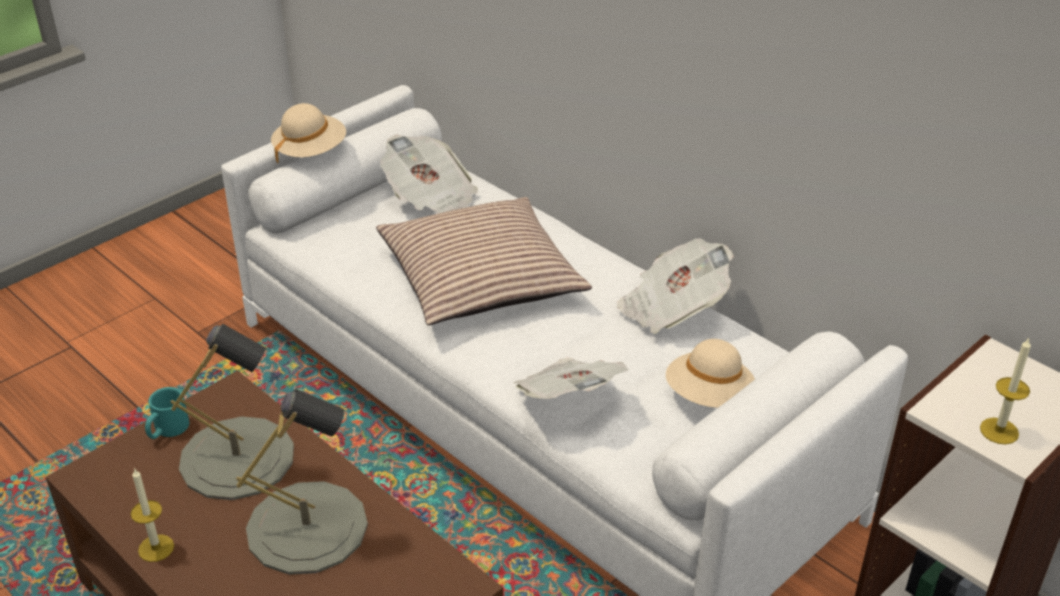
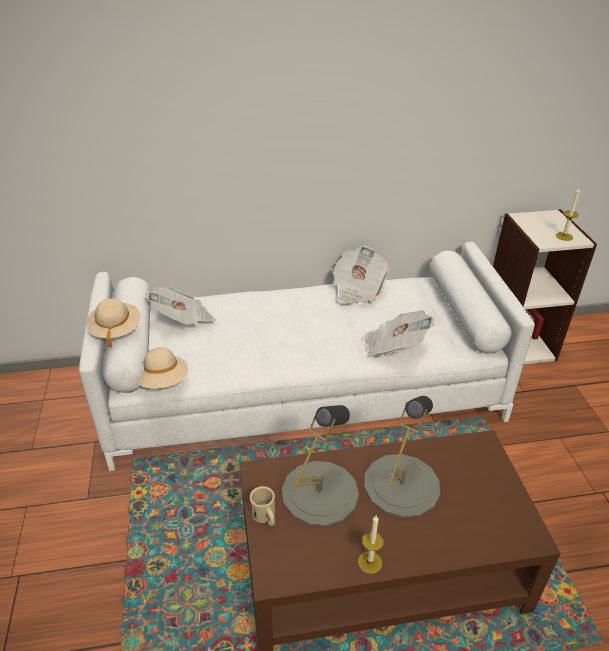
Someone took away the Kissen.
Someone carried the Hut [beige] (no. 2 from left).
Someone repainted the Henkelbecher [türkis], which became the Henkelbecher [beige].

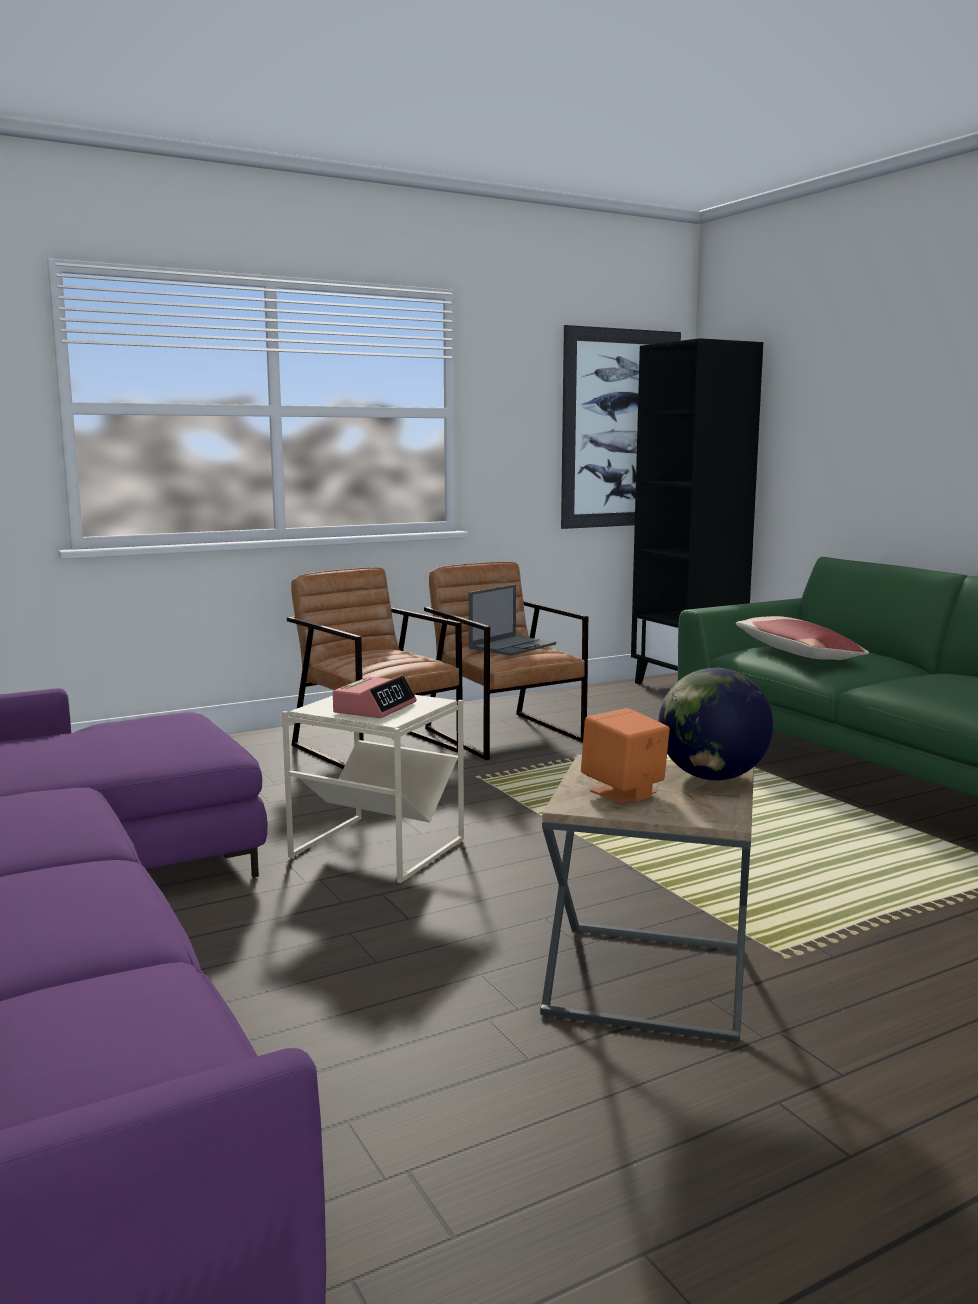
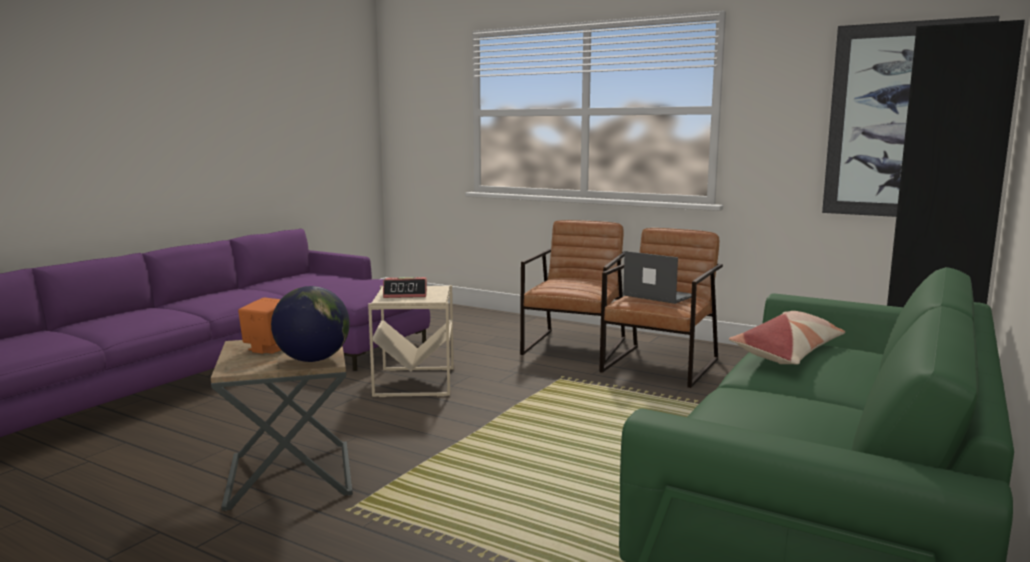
Someone rotated the Laptop by 150 degrees counterclockwise.

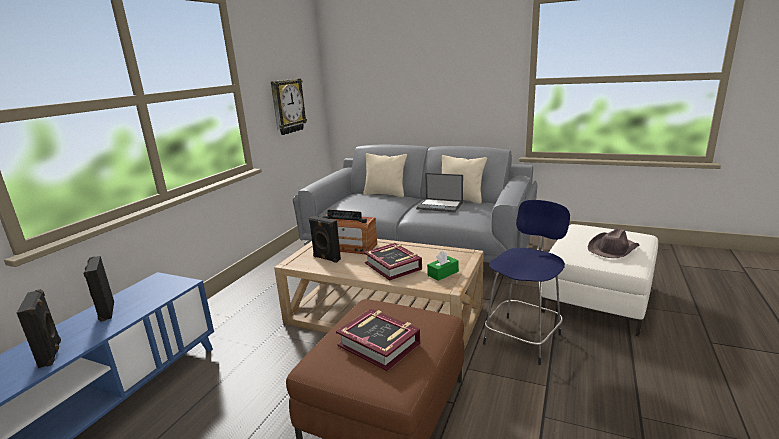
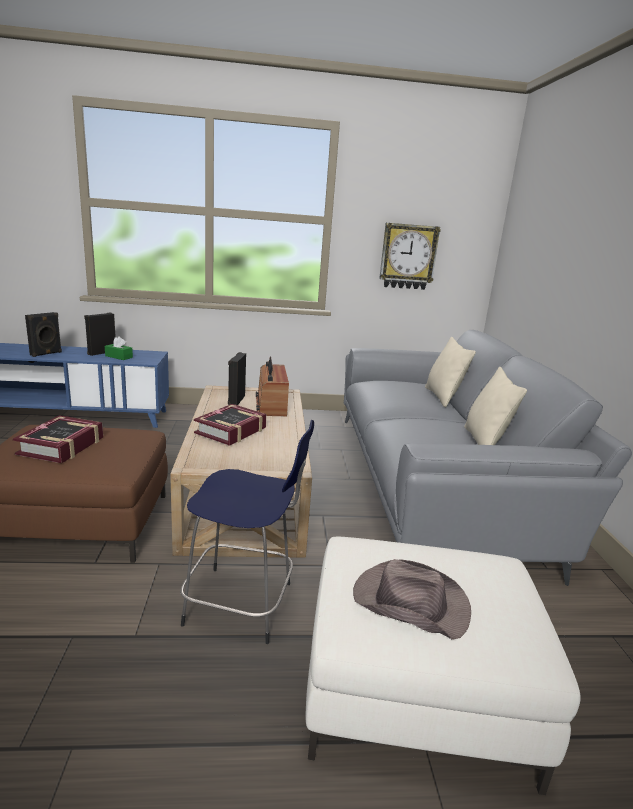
Someone took away the Laptop.
Someone carried the Taschentuchbox [grün].

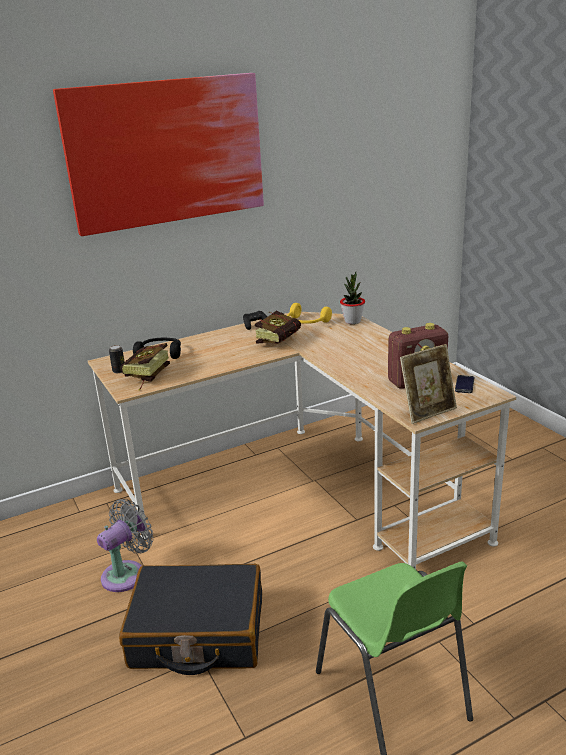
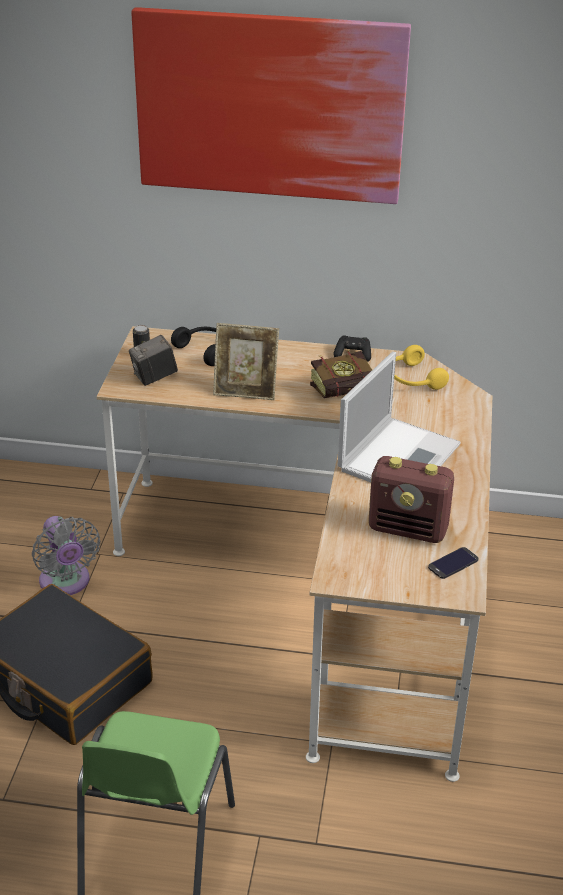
Someone took away the Topfpflanze.
Someone swapped the Buch (no. 1 from left) for the Kamera.
Someone carried the Bilderrahmen.
Someone rotated the Ventilator [grau] by 75 degrees clockwise.
Someone put down the Laptop.

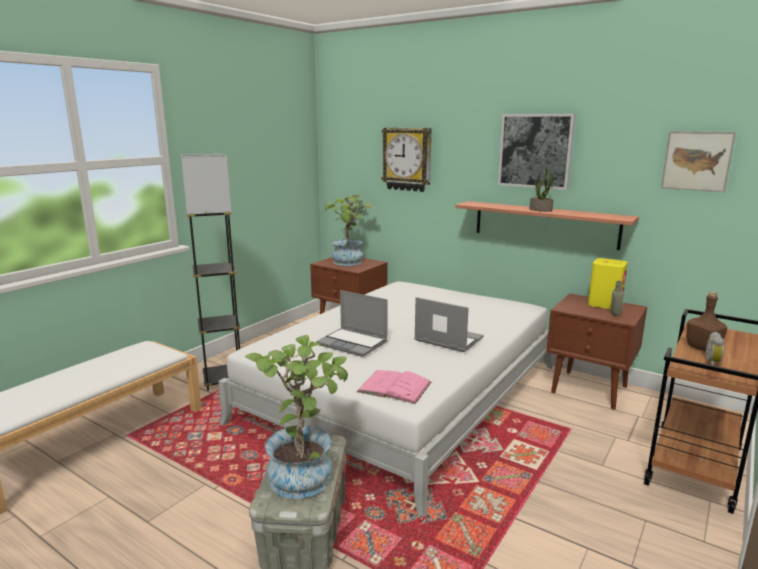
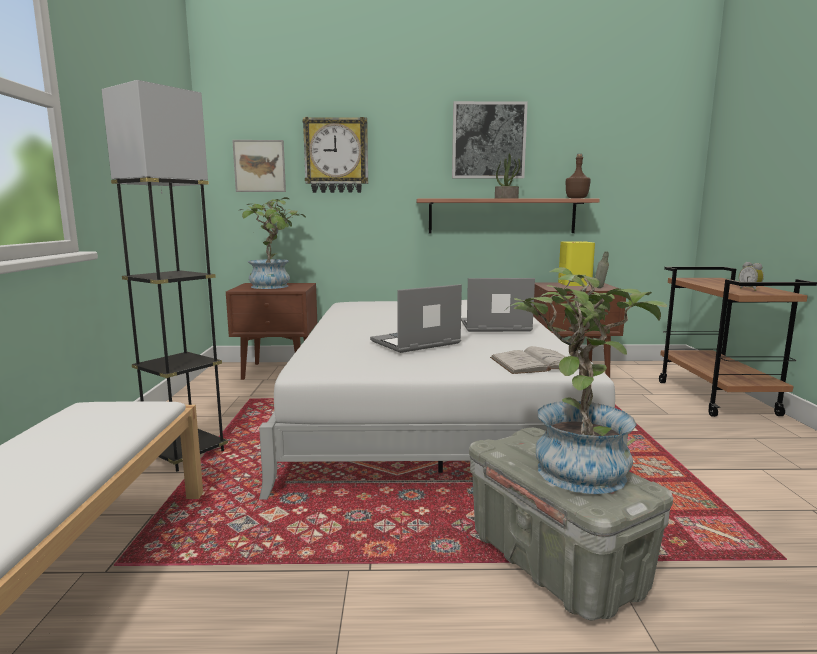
Someone carried the Bild (no. 2 from left in the first image).
Someone rotated the Laptop (no. 1 from left) by 150 degrees clockwise.
Someone carried the Flasche [braun].
Someone repainted the Buch [rosa], which became the Buch [weiß].

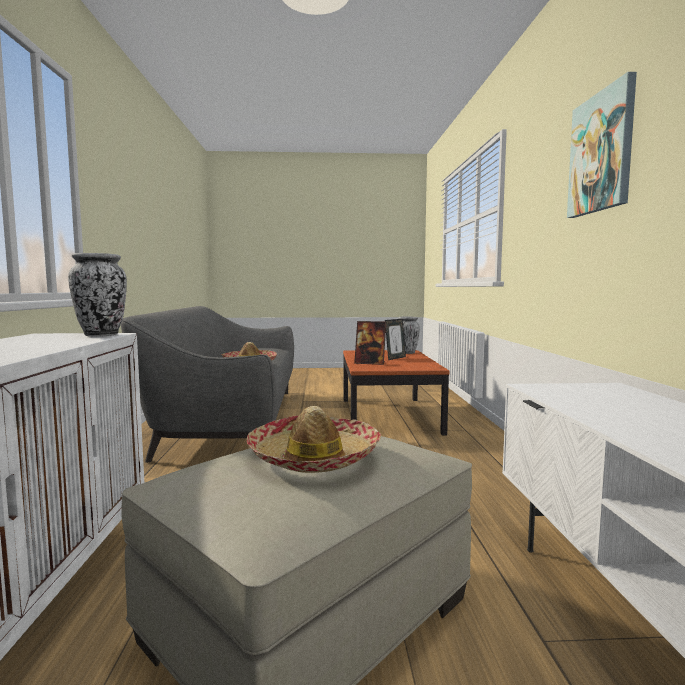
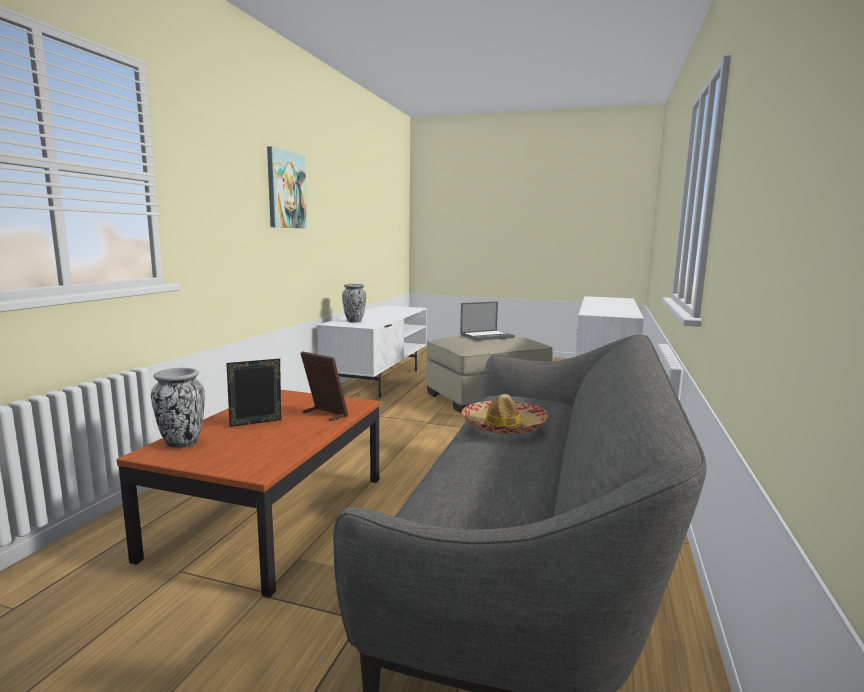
Someone carried the Vase (no. 1 from left in the first image).
Someone swapped the Hut (no. 2 from left) for the Laptop.

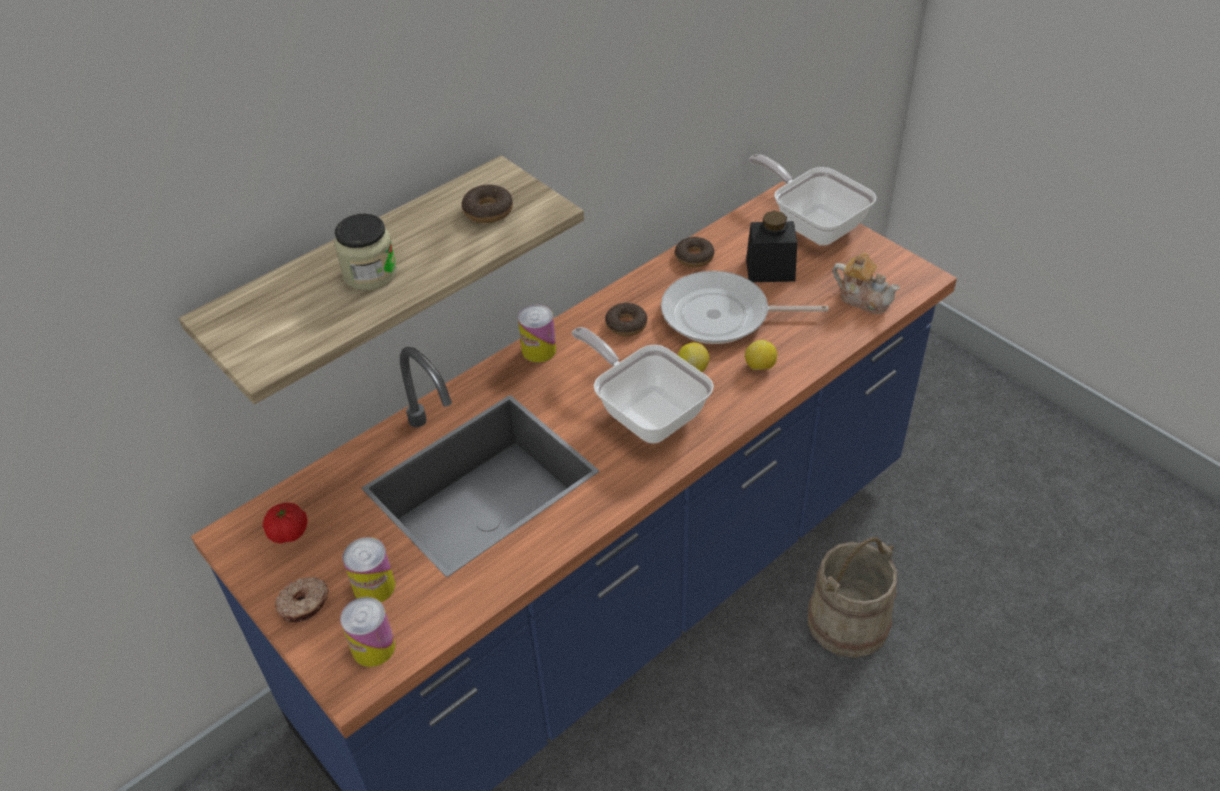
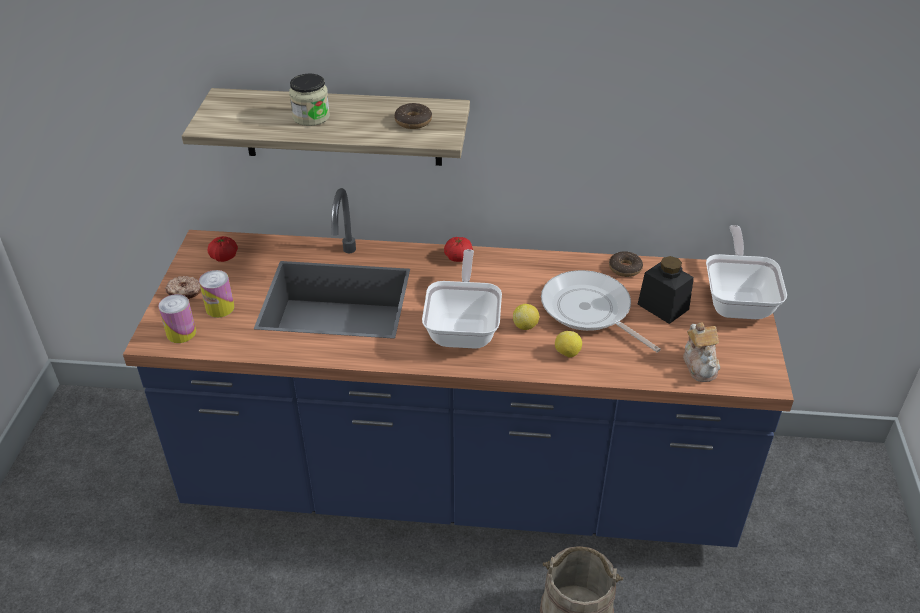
Someone took away the Donut (no. 3 from left).
Someone swapped the Dose (no. 3 from left) for the Tomate (no. 2 from left).

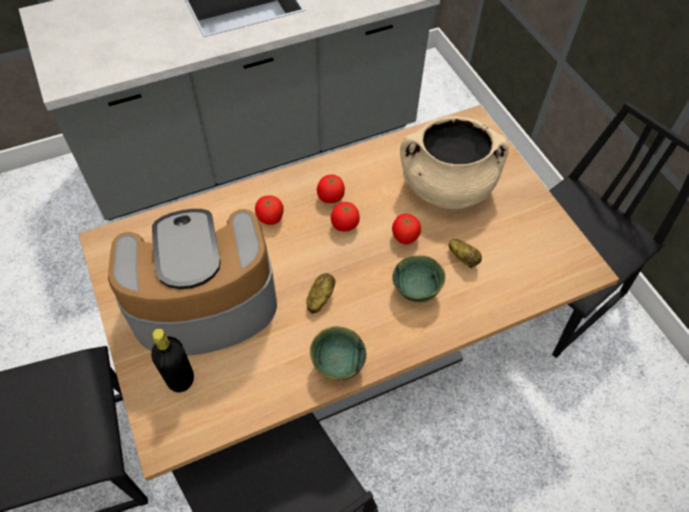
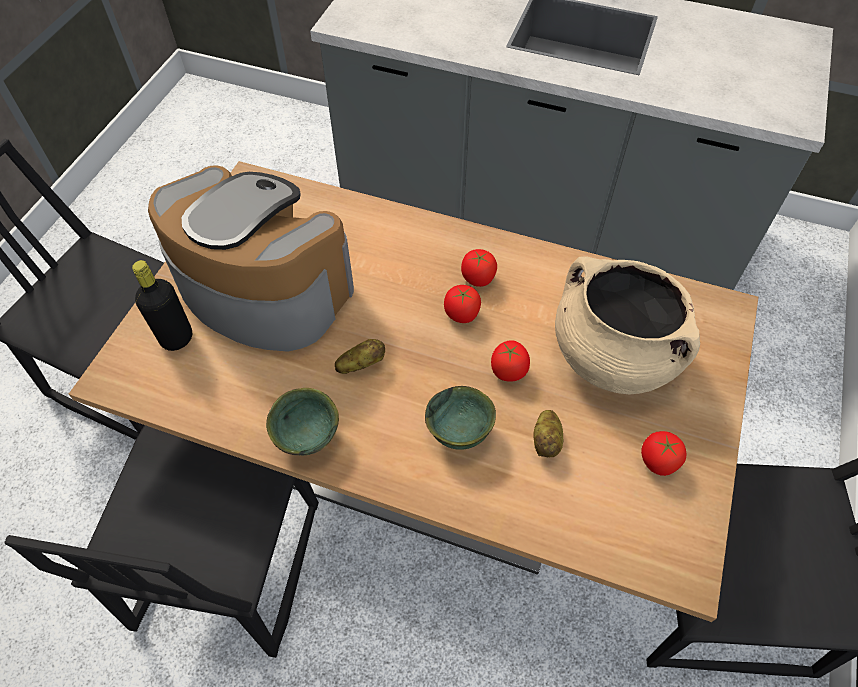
Someone carried the Tomate (no. 1 from left in the first image).

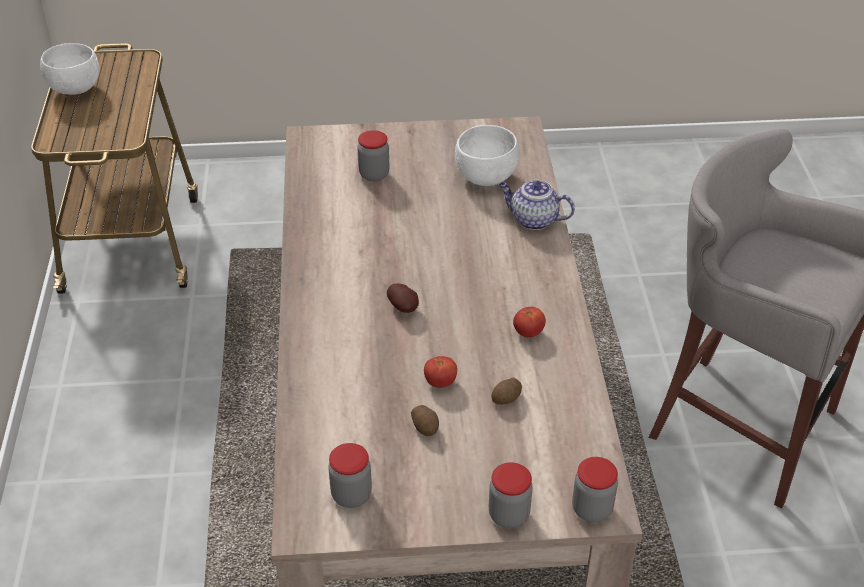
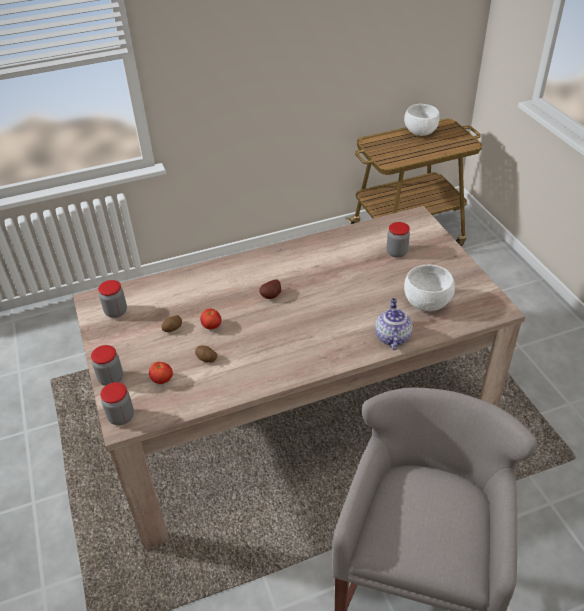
Someone carried the Tomate (no. 2 from left in the first image).

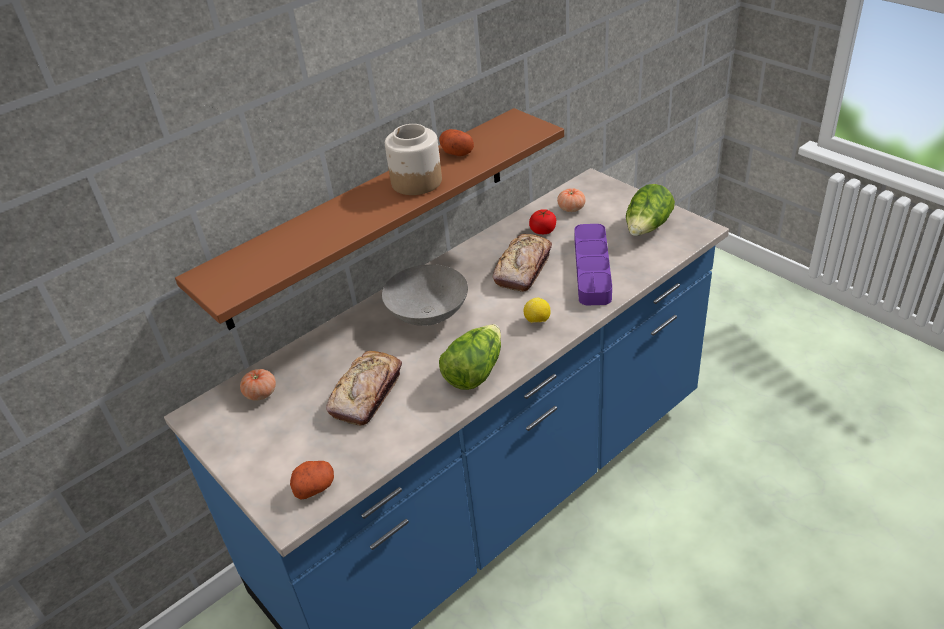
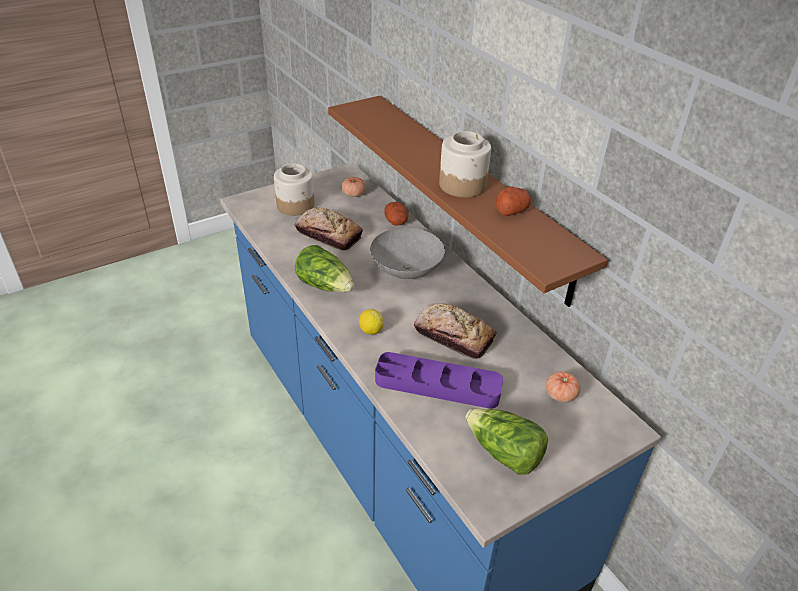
Someone took away the Tomate (no. 2 from left).
Someone carried the Kartoffel (no. 1 from left).
Someone put down the Vorratsglas (no. 1 from left).

